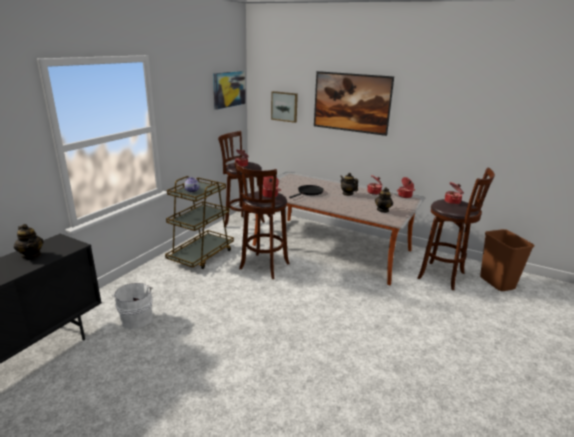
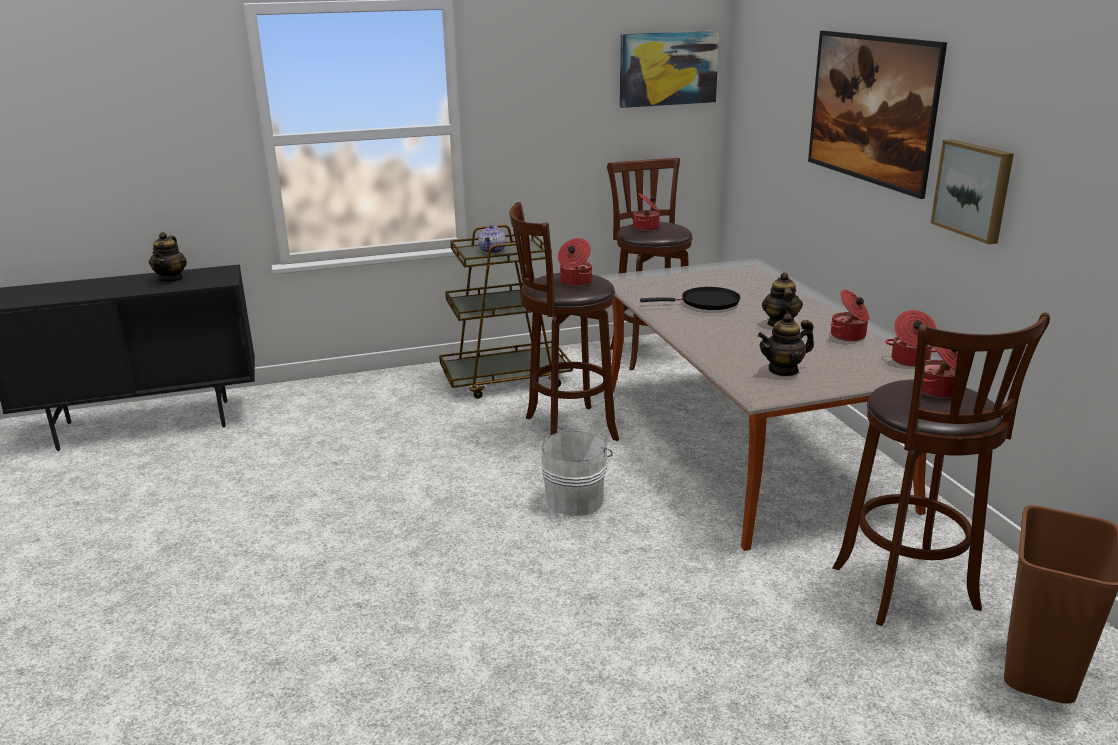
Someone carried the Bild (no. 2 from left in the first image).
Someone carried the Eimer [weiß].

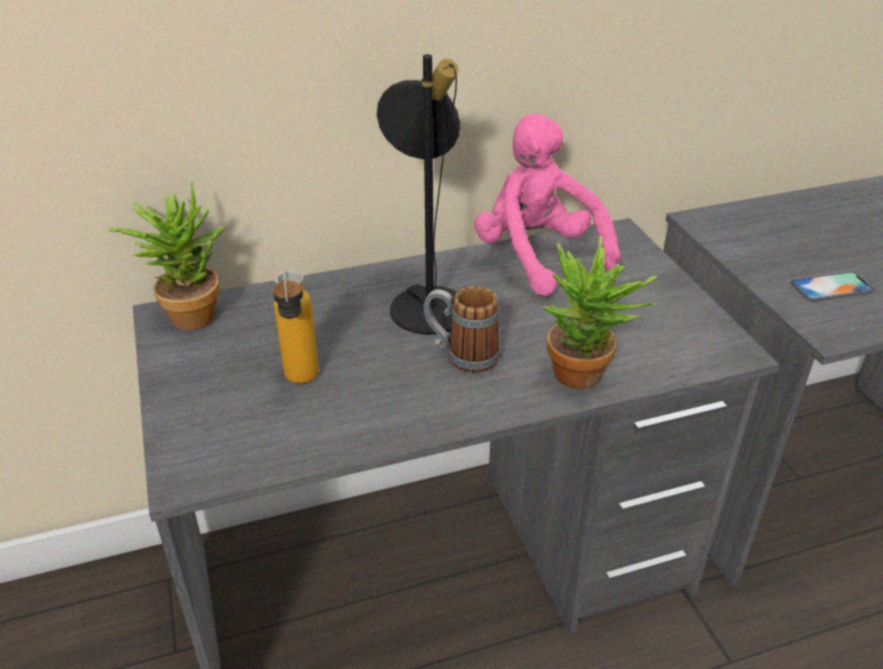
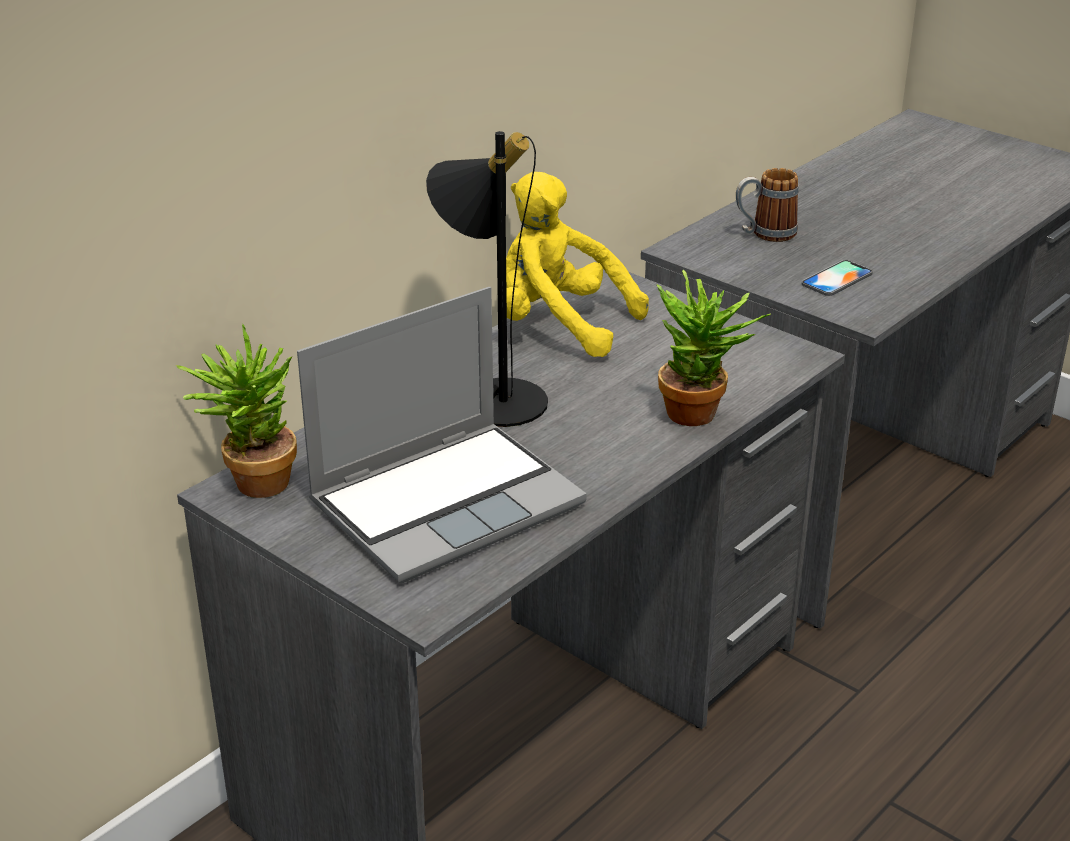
Someone repainted the Plüschtier [rosa], which became the Plüschtier [gelb].
Someone swapped the Flasche for the Laptop.
Someone carried the Henkelbecher.

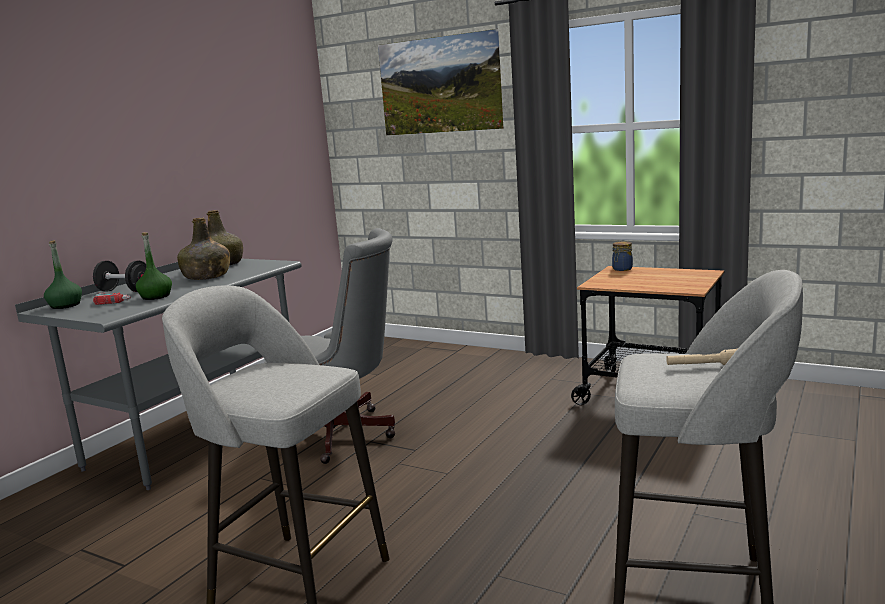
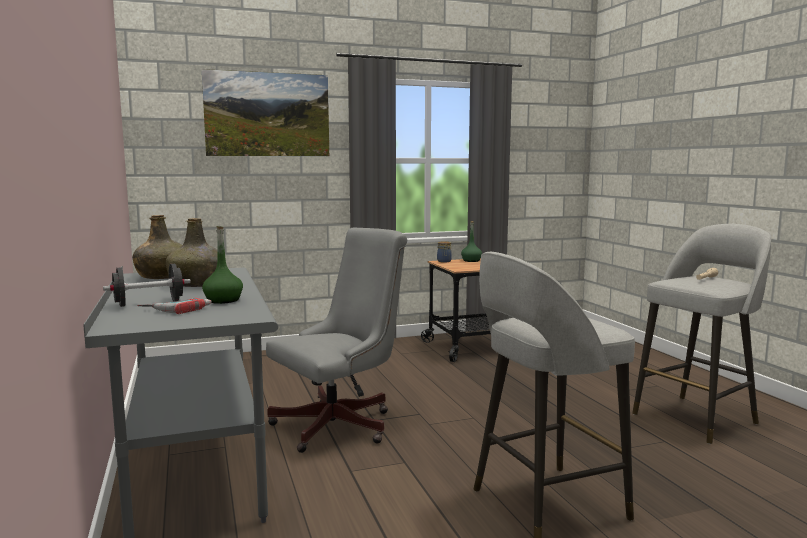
Someone carried the Flasche [grün] (no. 1 from left in the first image).

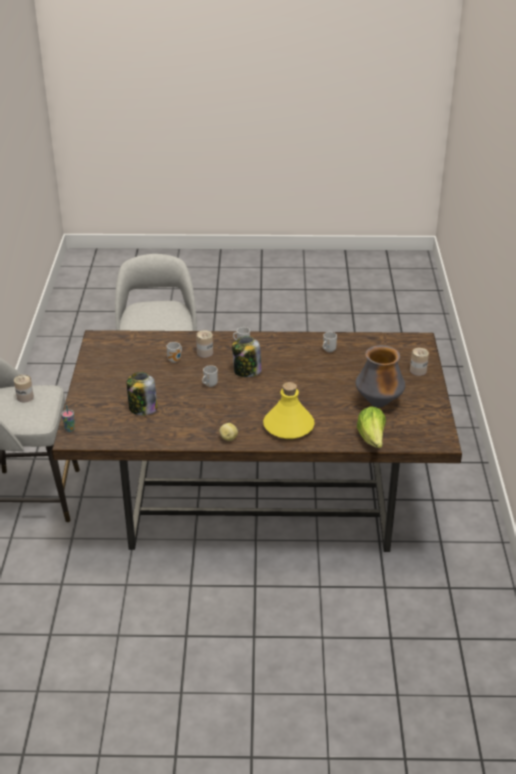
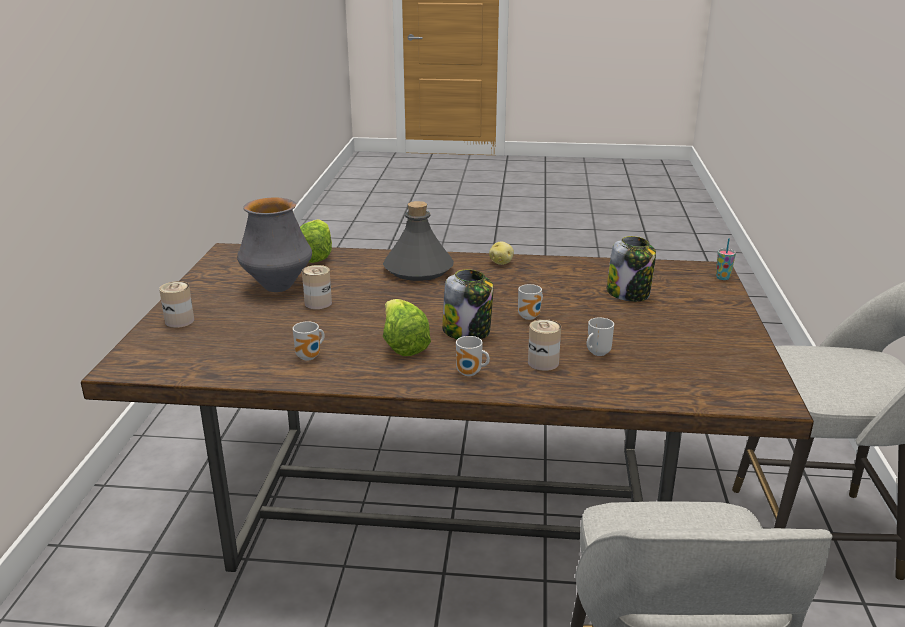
Someone carried the Dose (no. 1 from left in the first image).
Someone repainted the Flasche [gelb], which became the Flasche [grau].
Someone put down the Salatkopf (no. 2 from left).

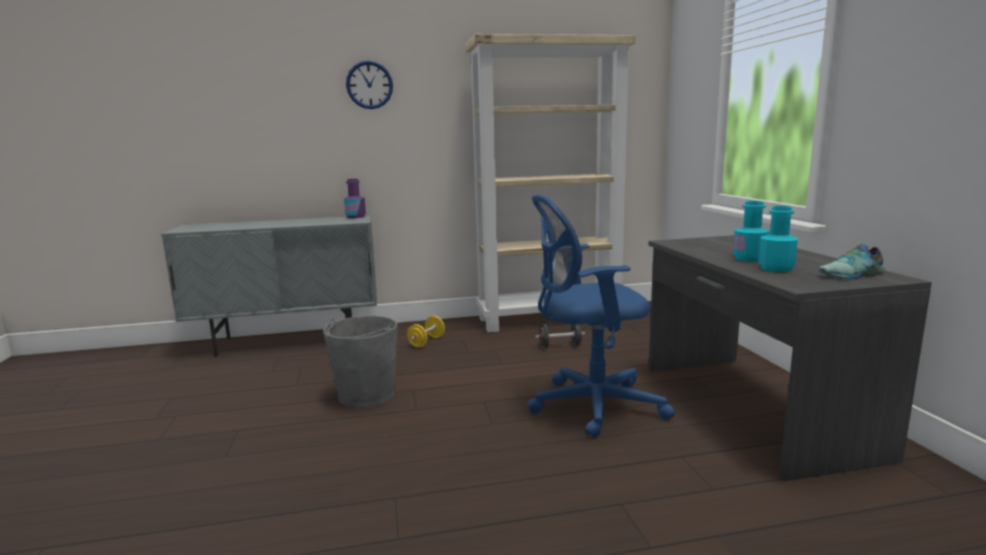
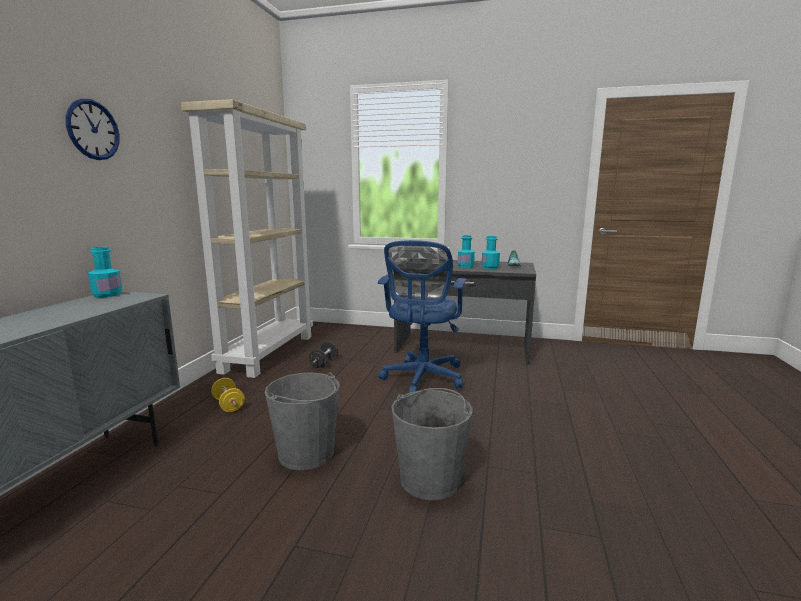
Someone repainted the Flasche [lila], which became the Flasche [türkis] (no. 1 from left).
Someone put down the Eimer [grau] (no. 2 from left).

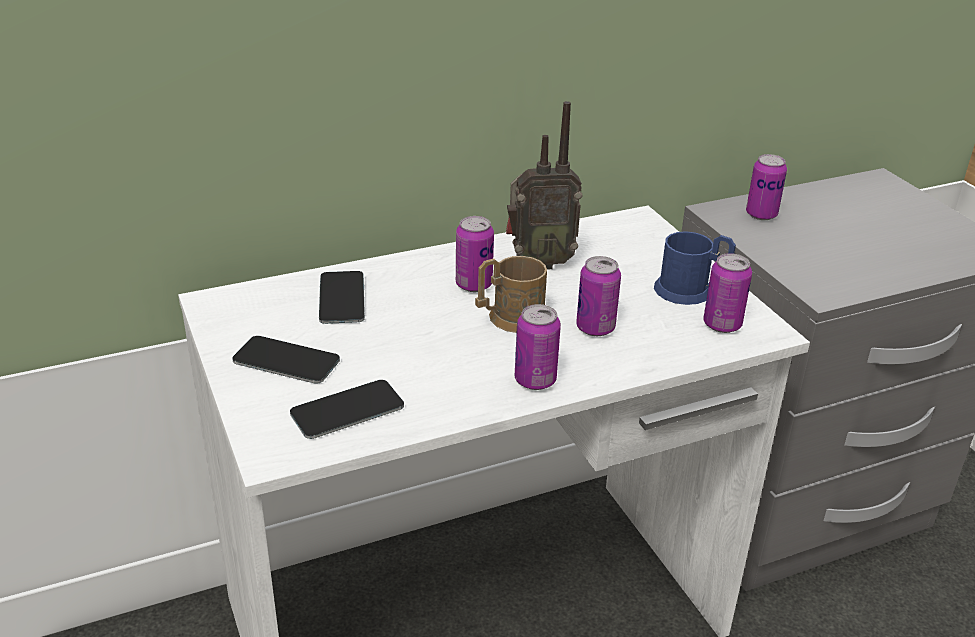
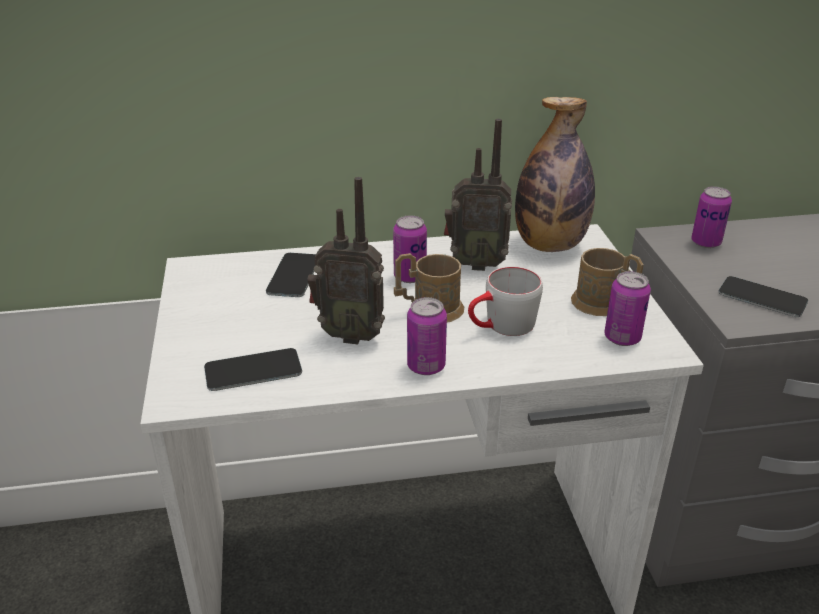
Someone repainted the Henkelbecher [blau], which became the Henkelbecher [braun] (no. 2 from left).
Someone swapped the Dose (no. 3 from left) for the Henkelbecher [grau].
Someone carried the Handy (no. 1 from left in the first image).
Someone put down the Flasche.
Someone put down the Radio (no. 1 from left).

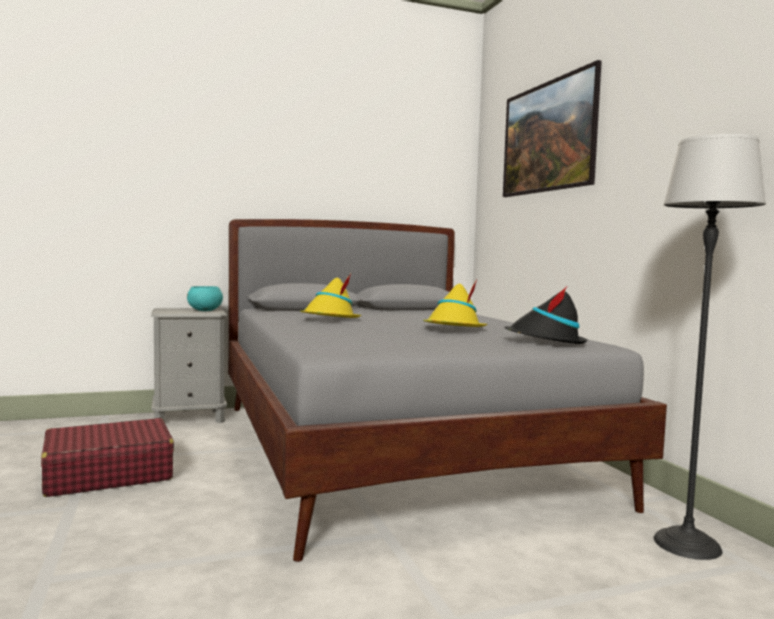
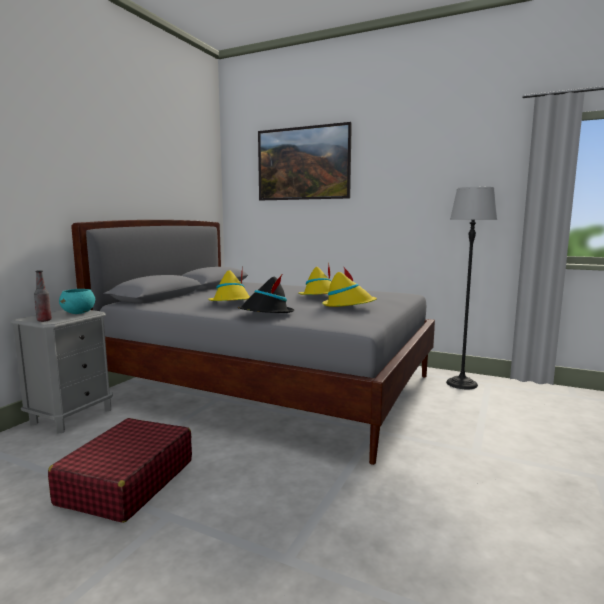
Someone carried the Hut [schwarz].
Someone put down the Hut [gelb] (no. 3 from left).
Someone put down the Flasche.

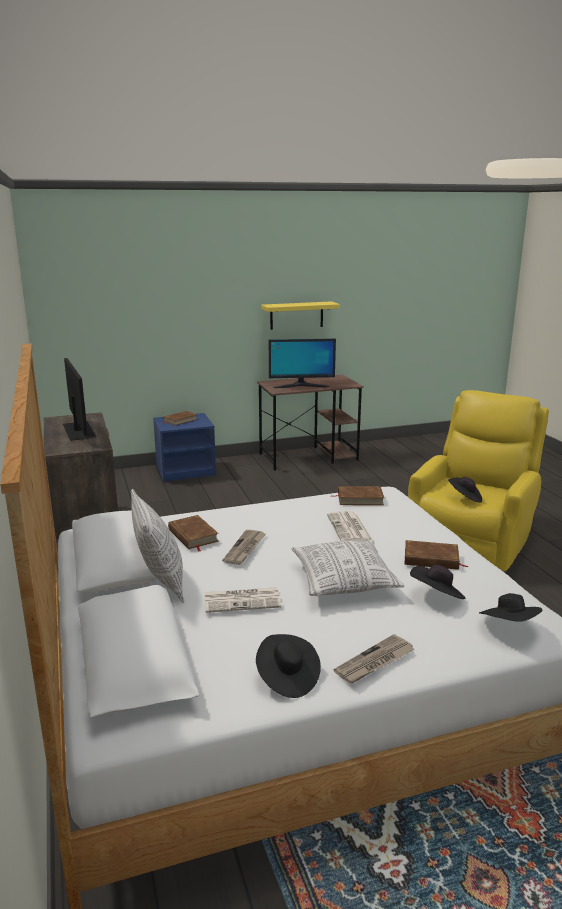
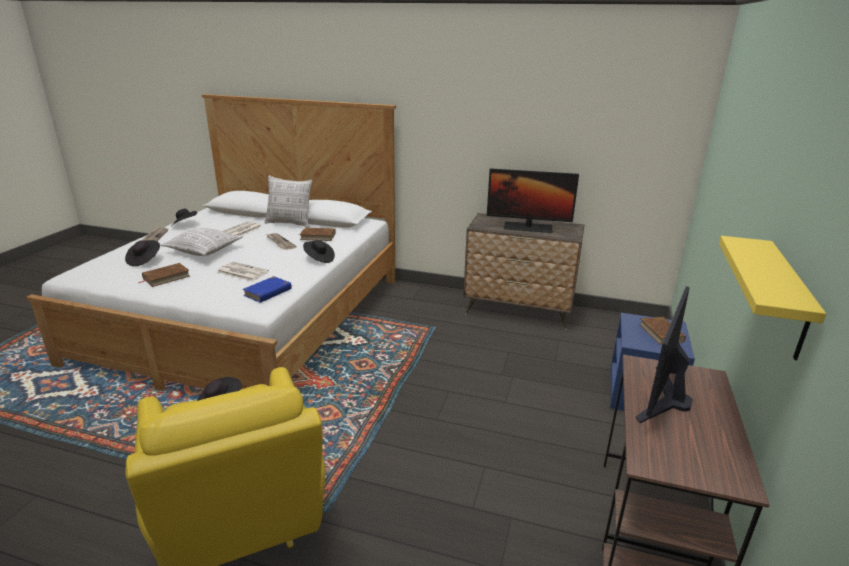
Someone repainted the Buch [braun] (no. 3 from left), which became the Buch [blau].
Someone carried the Hut [schwarz] (no. 4 from left).

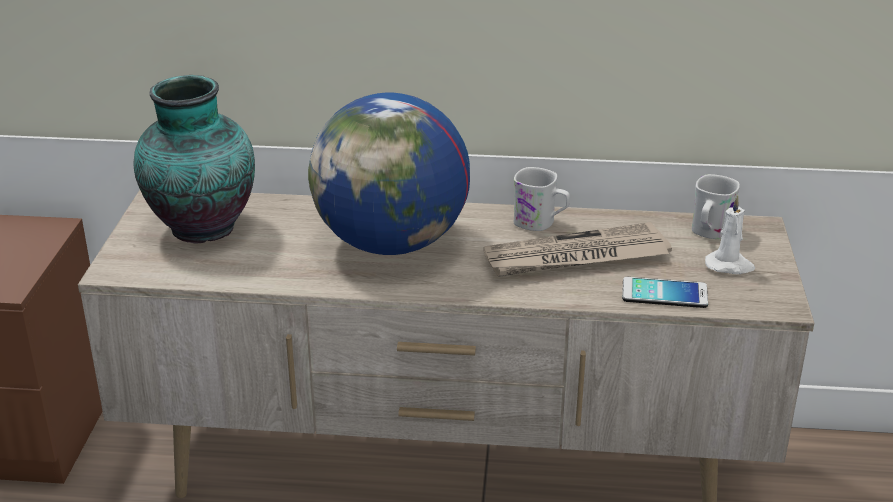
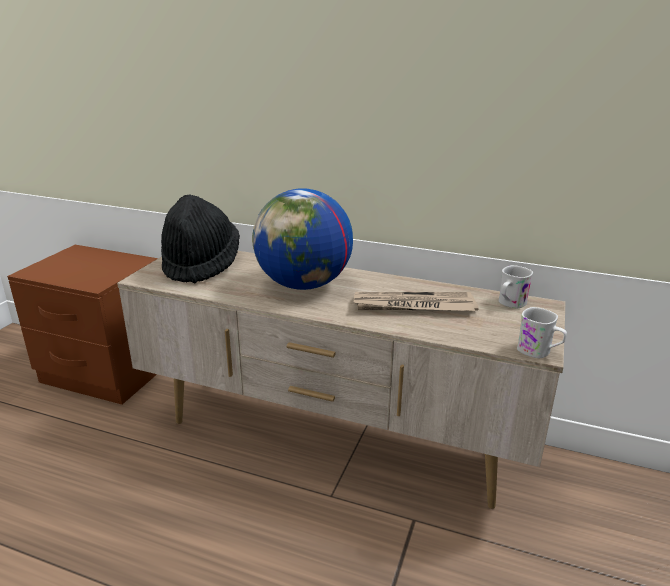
Someone swapped the Vase for the Hut [schwarz].
Someone carried the Henkelbecher [weiß] (no. 1 from left in the first image).
Someone took away the Kerze [weiß].
Someone took away the Handy.

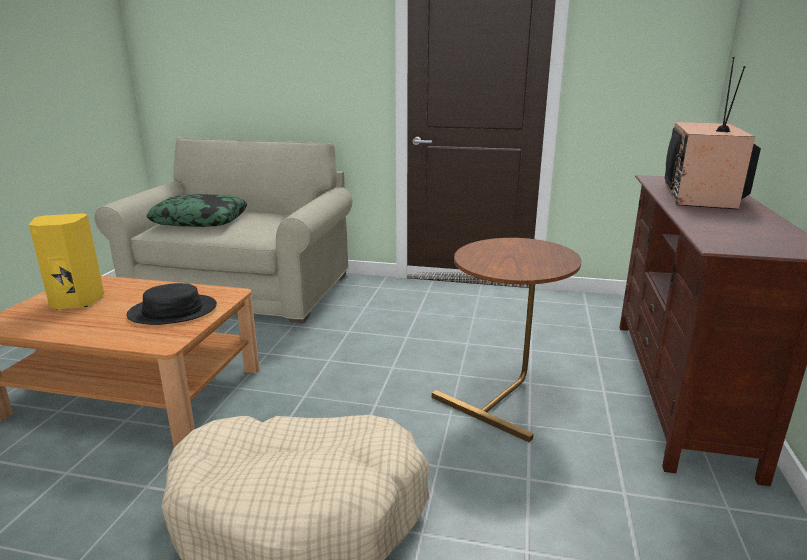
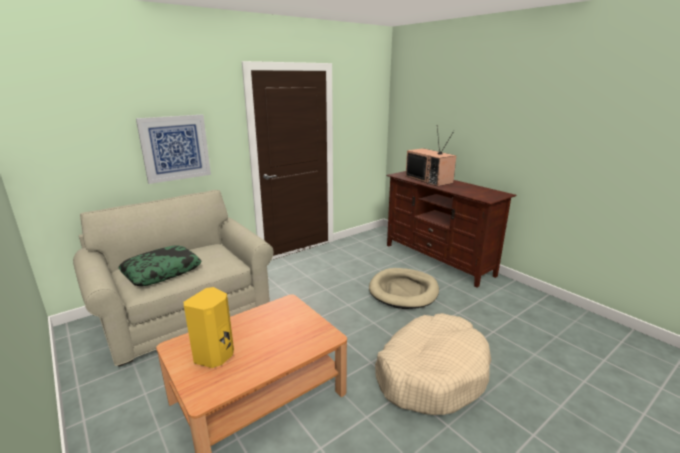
Someone swapped the Beistelltisch [braun] for the Hundebett [beige] (no. 1 from left).
Someone took away the Hut [schwarz].
Someone put up the Bild.

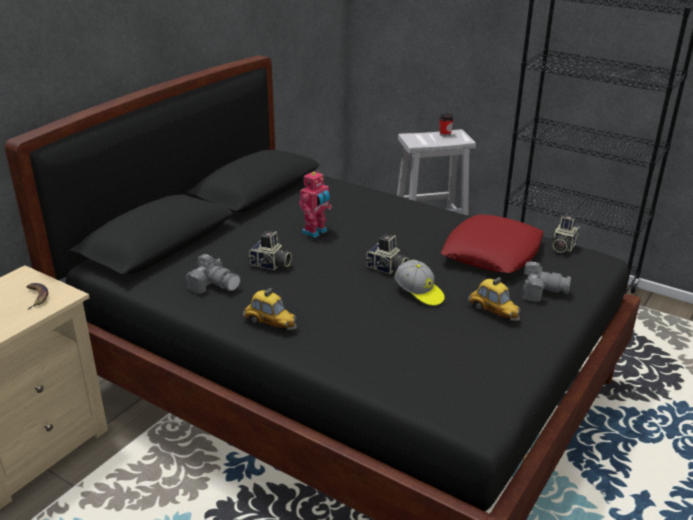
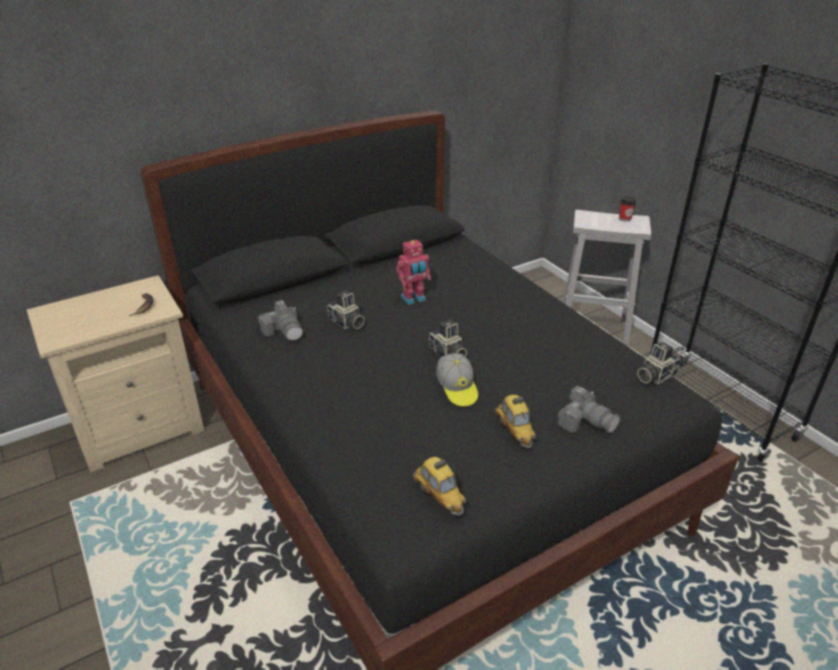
Someone took away the Kissen [rot].
Someone carried the Spielzeugauto (no. 1 from left).

